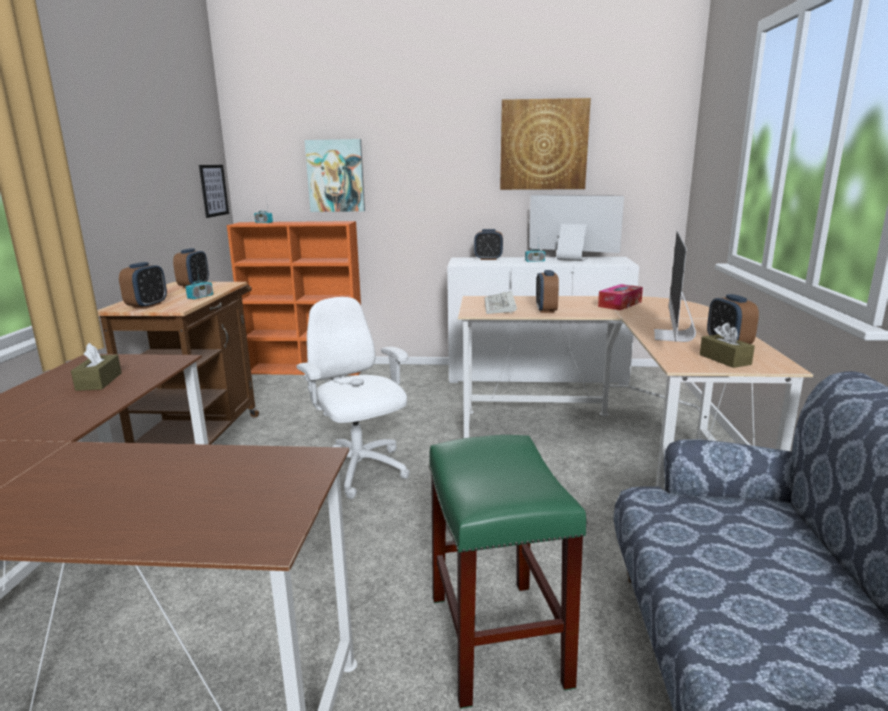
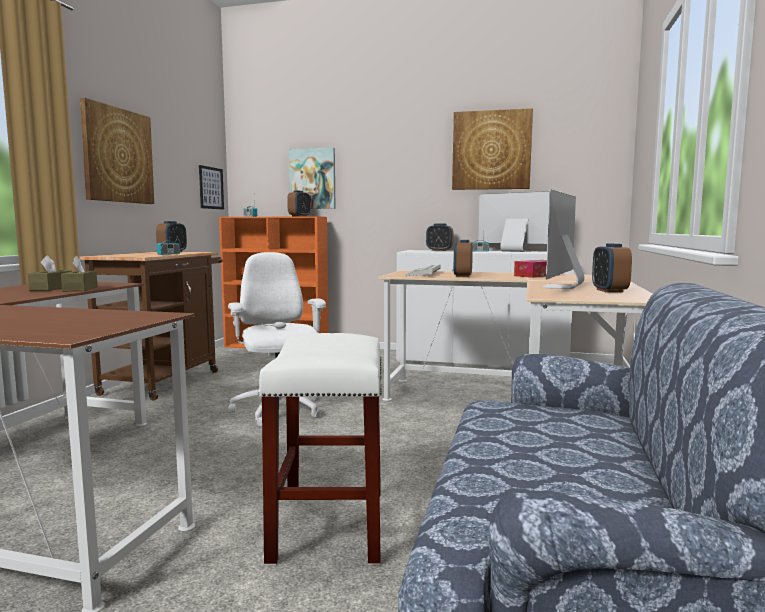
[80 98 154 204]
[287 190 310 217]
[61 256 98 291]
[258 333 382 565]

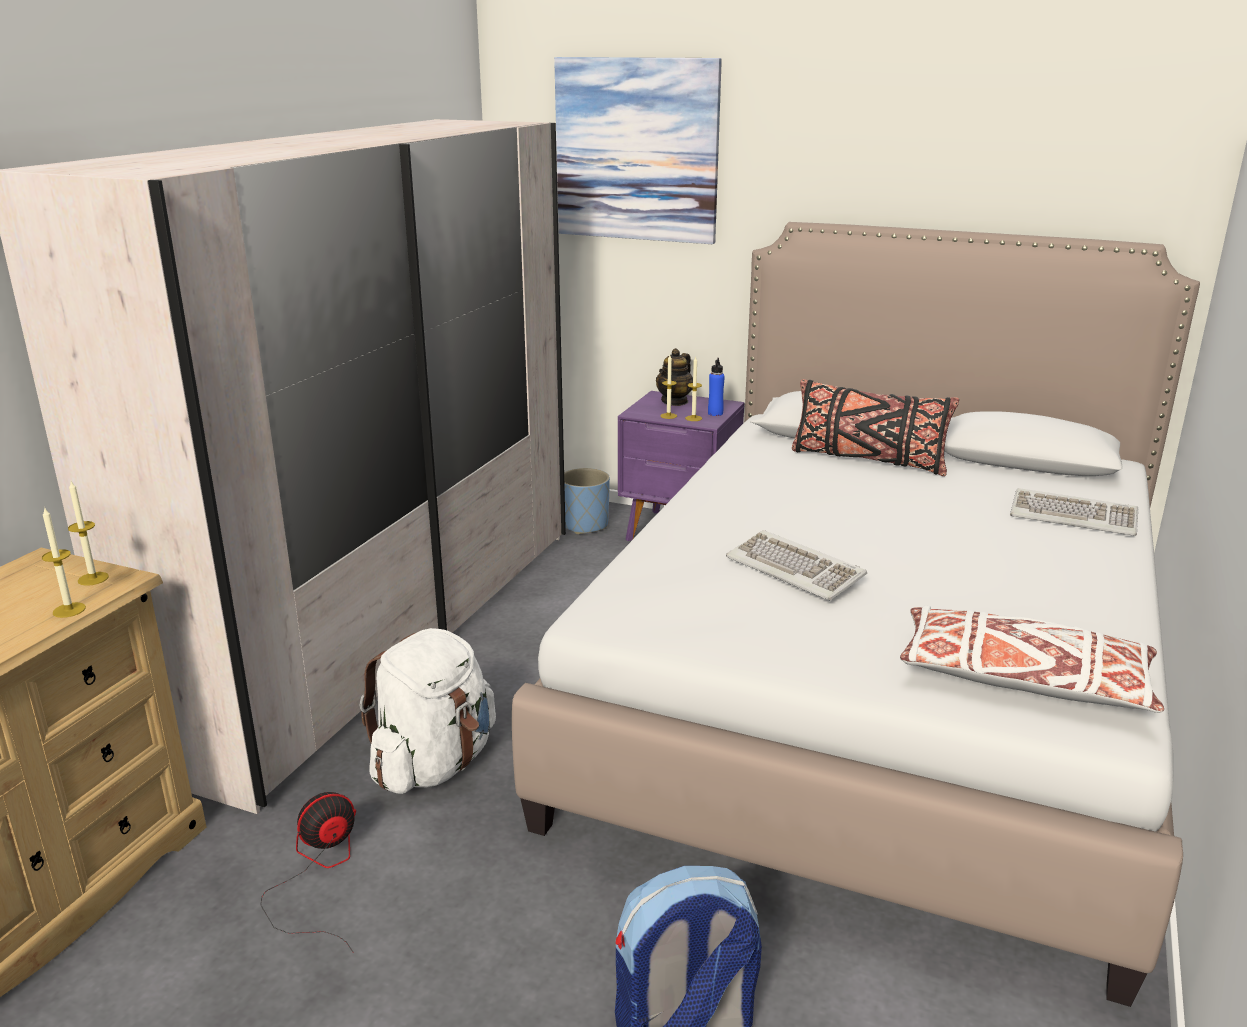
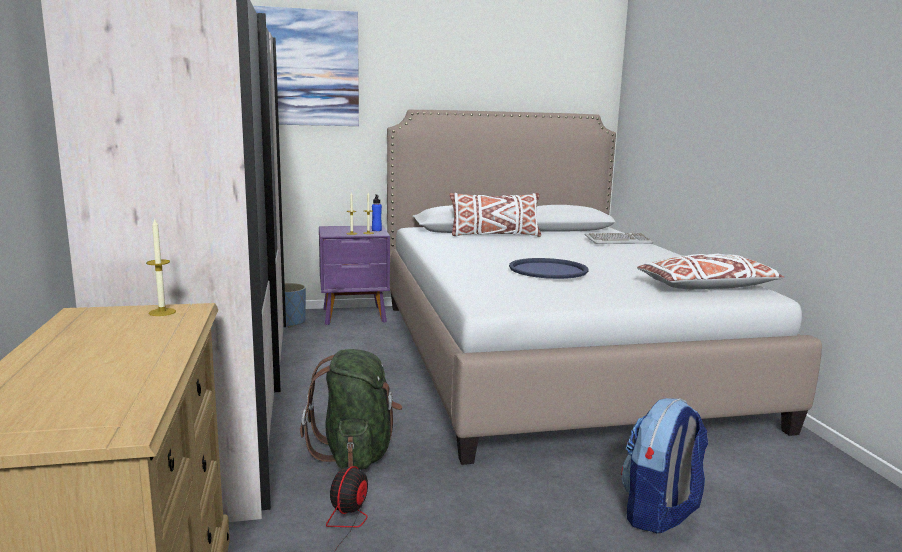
[42 508 86 618] (first image)
[656 348 693 406] (first image)
[509 258 588 279]
[300 349 403 470]
[449 193 541 237]

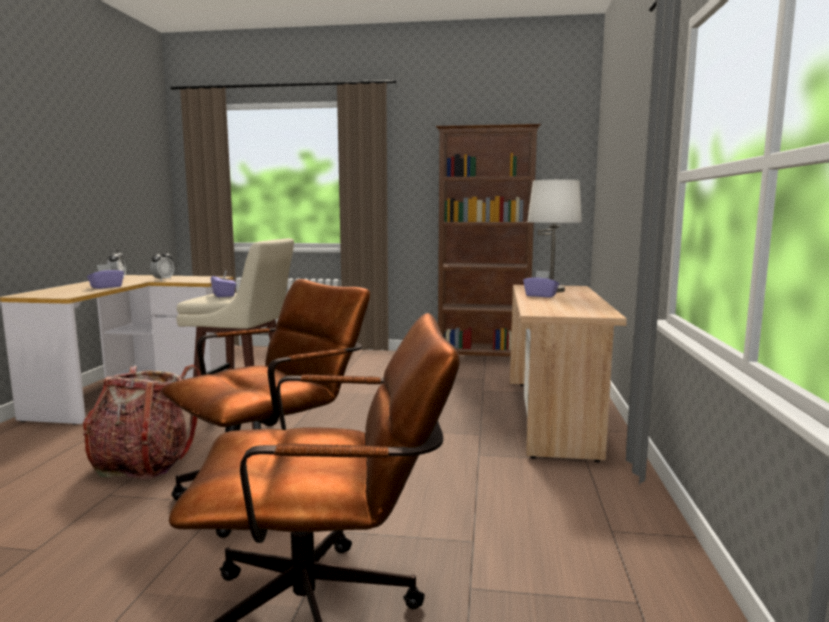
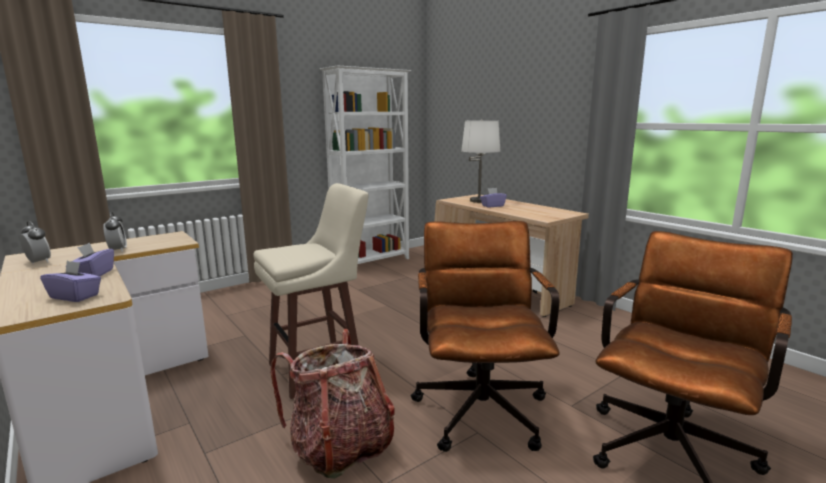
[40 261 101 302]
[320 65 411 264]

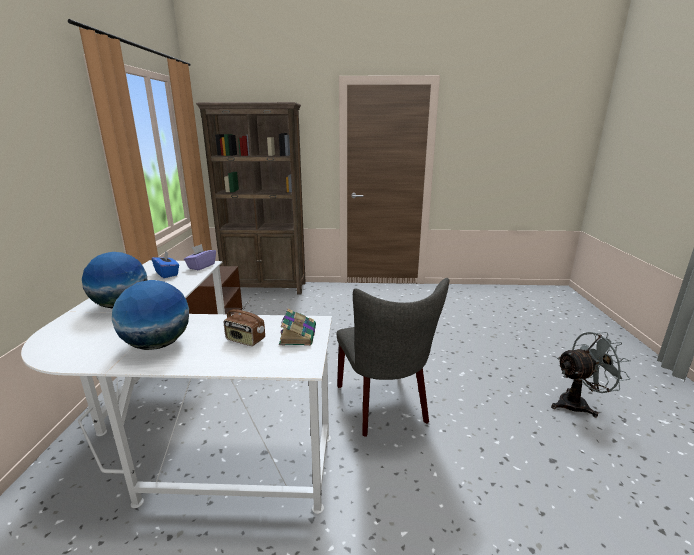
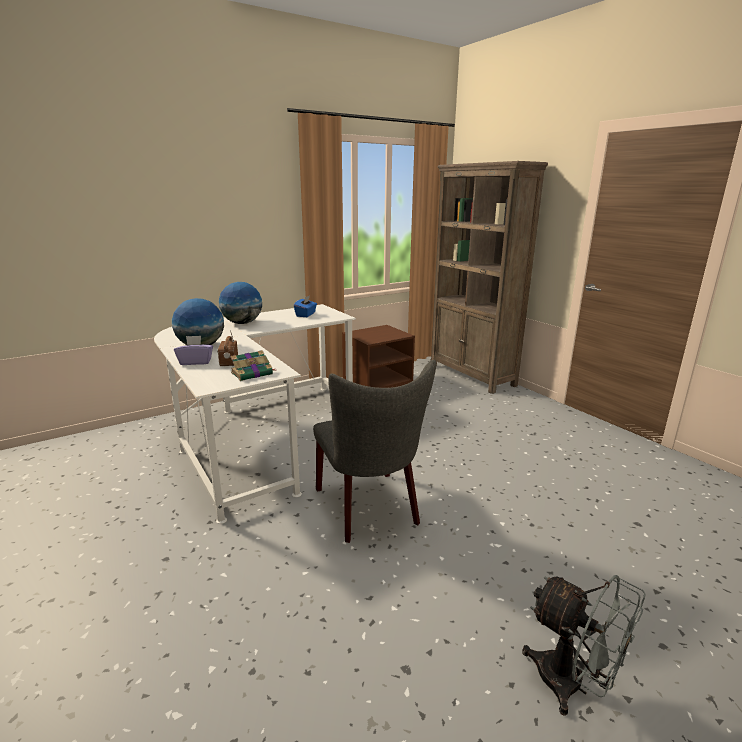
[174 336 213 365]
[313 360 436 543]

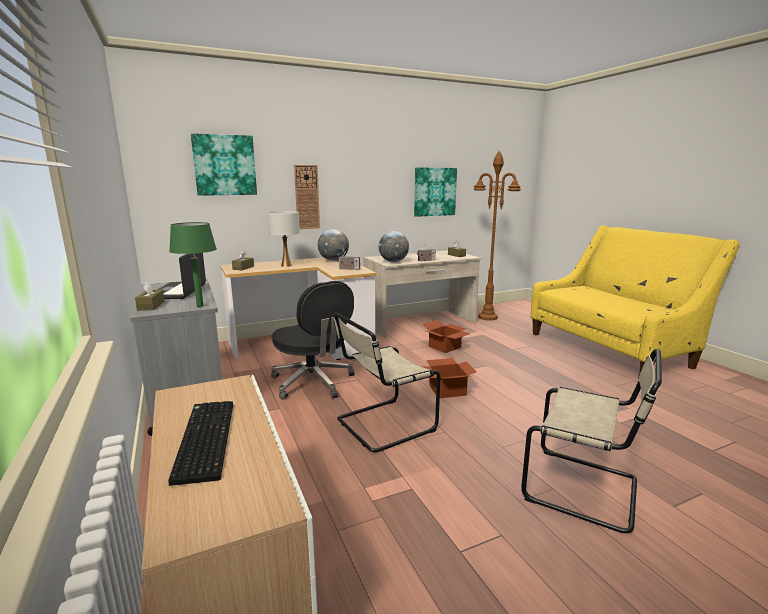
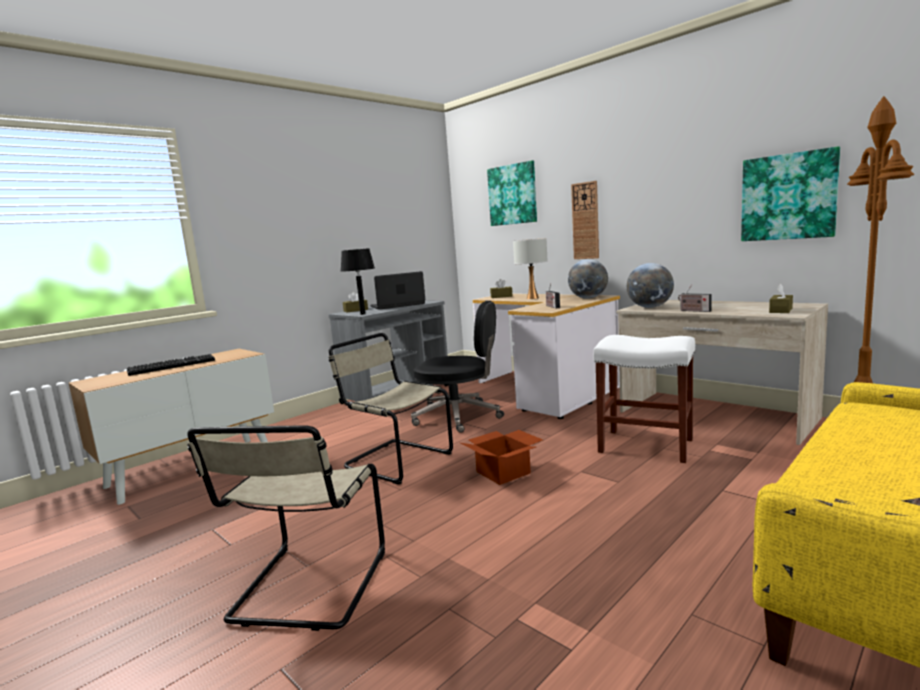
[593 335 695 463]
[341 248 375 315]
[411 301 504 433]

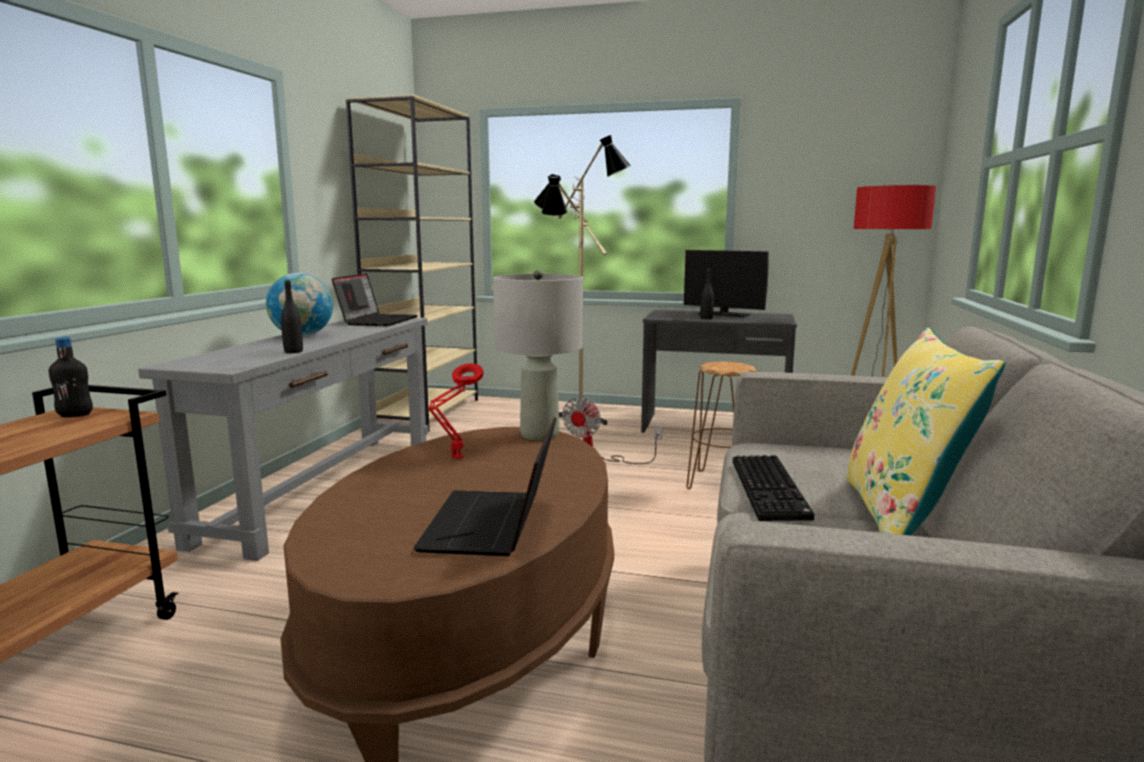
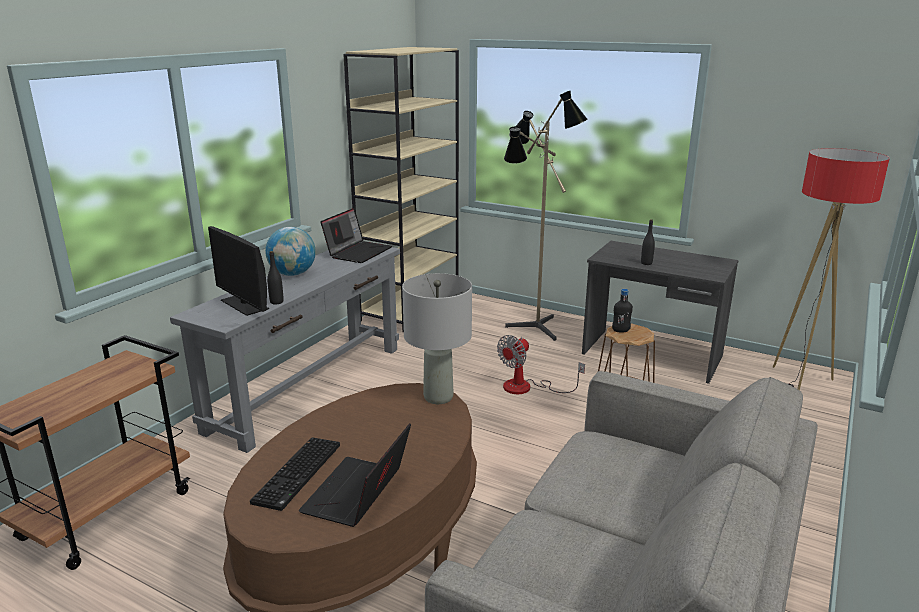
[427 363 483 459] (first image)
[846 328 1006 536] (first image)
[612 289 633 332]
[208 226 269 316]
[250 437 340 511]

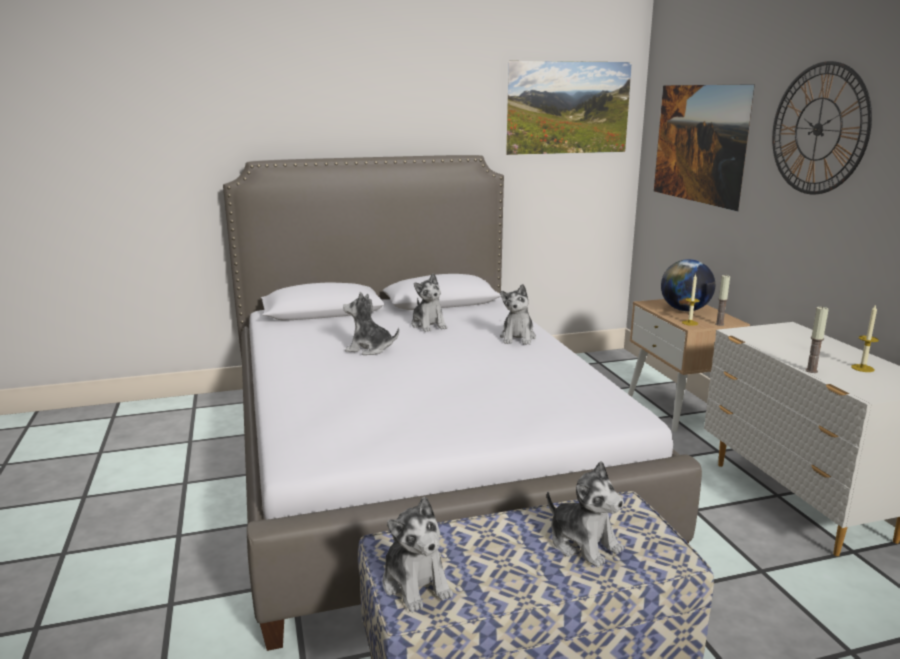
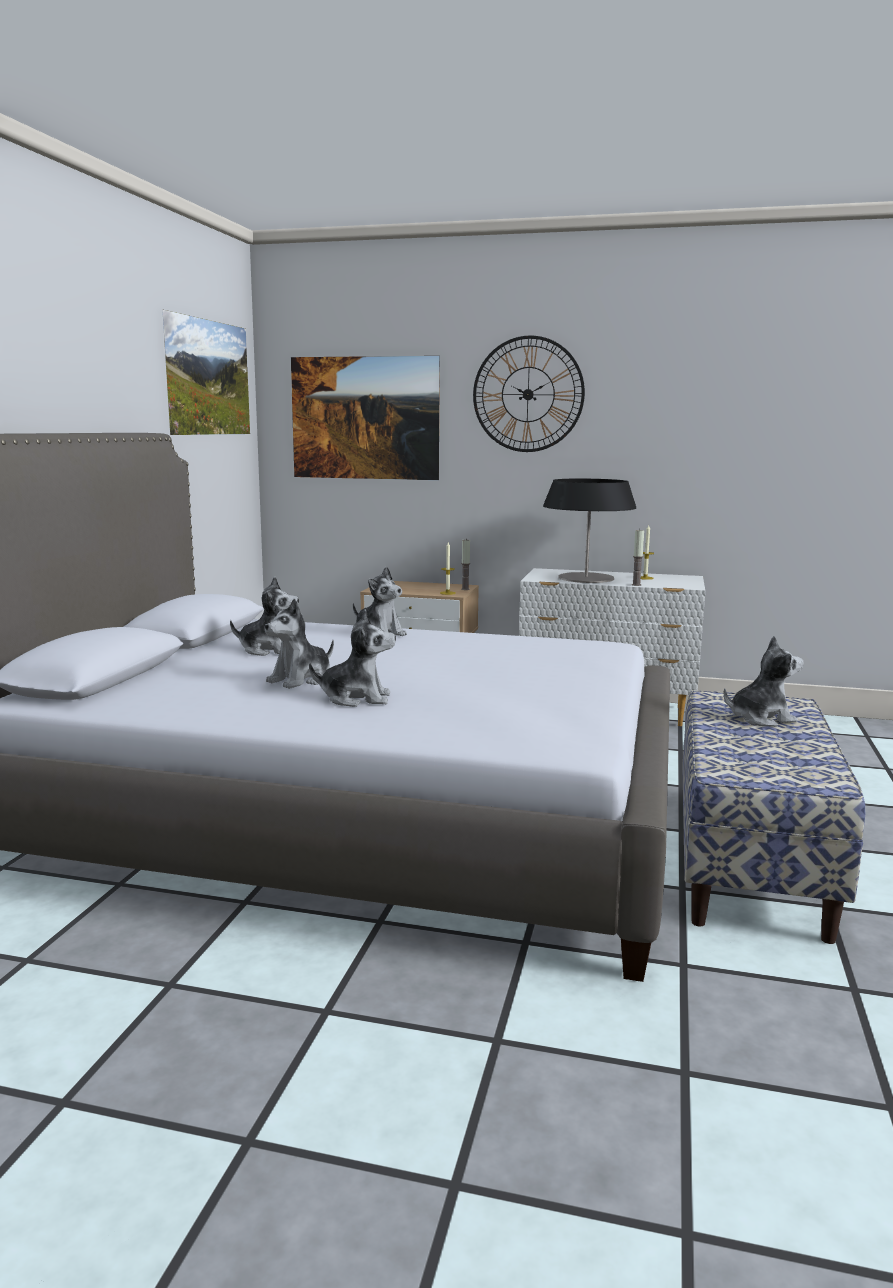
[661 259 715 311] (first image)
[543 479 636 583]
[309 609 396 707]

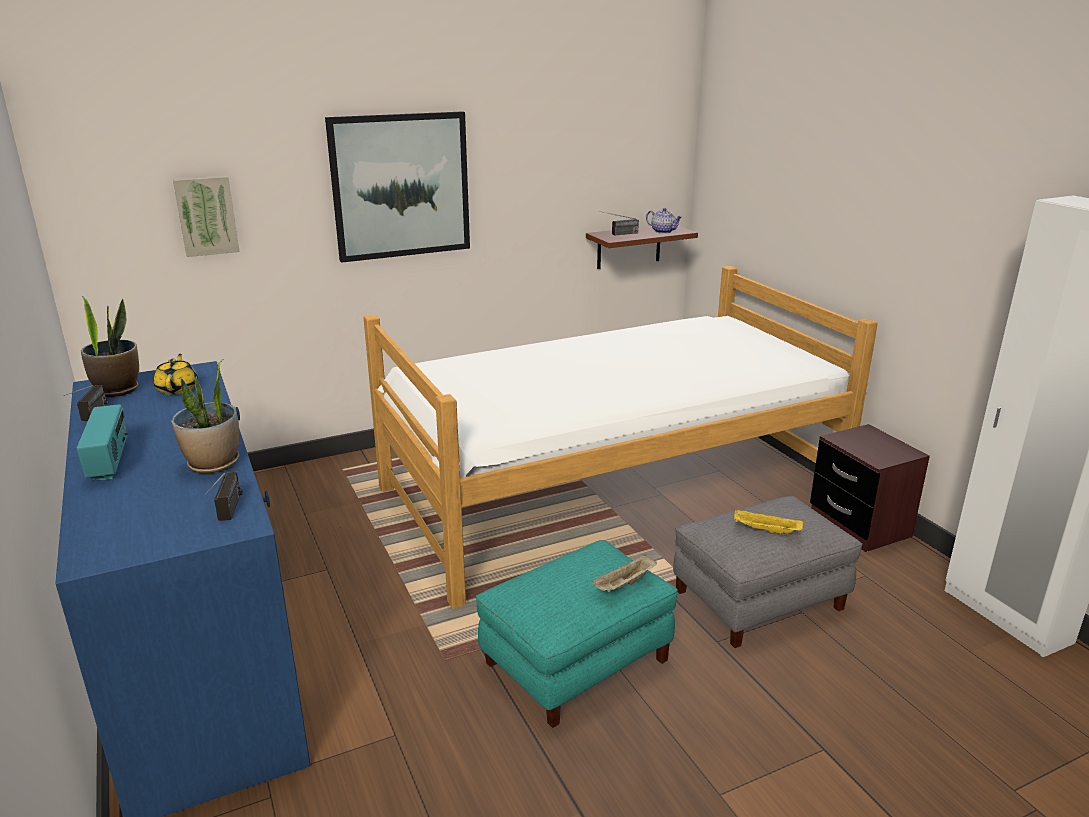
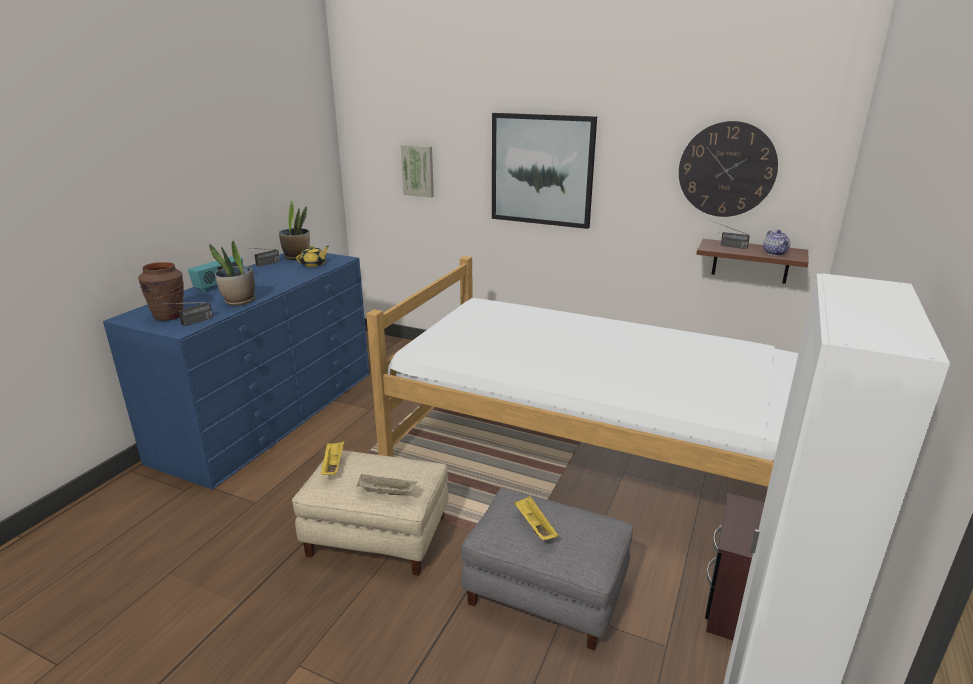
[138 262 184 321]
[321 441 344 475]
[679 121 778 217]
[292 450 449 576]

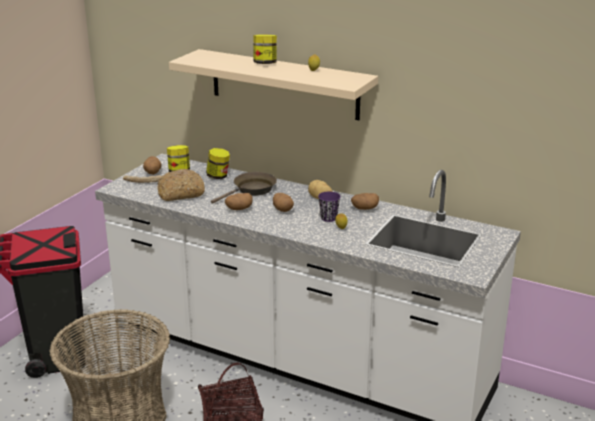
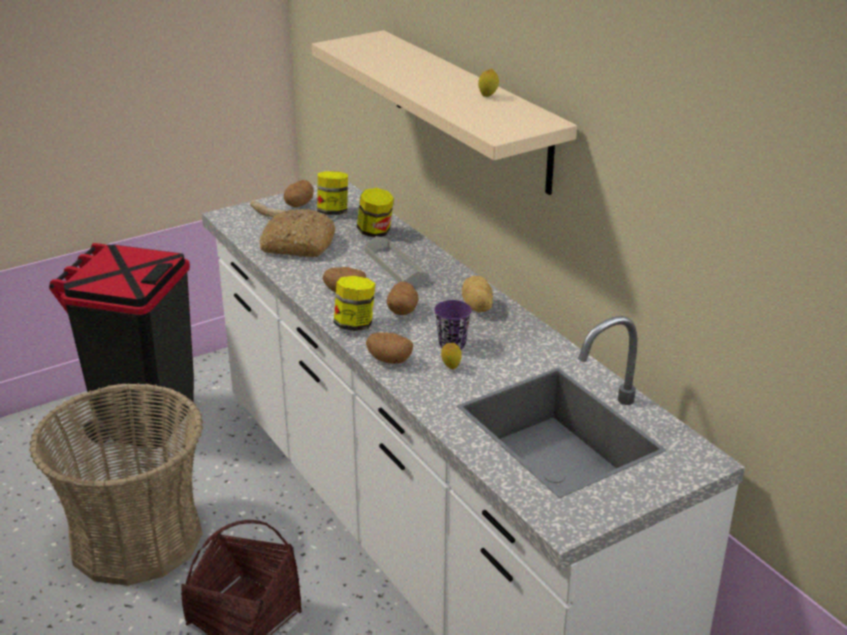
[334 276 375 331]
[366 332 413 364]
[365 236 429 286]

